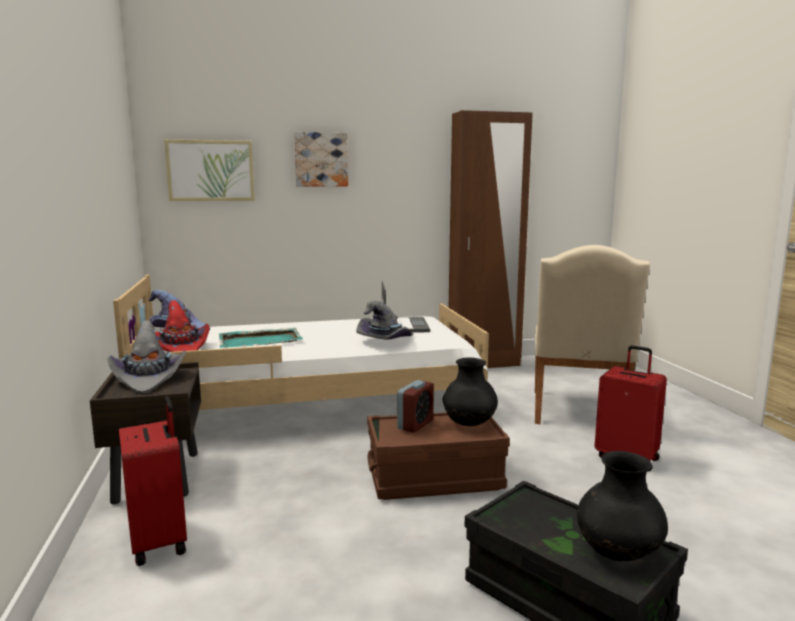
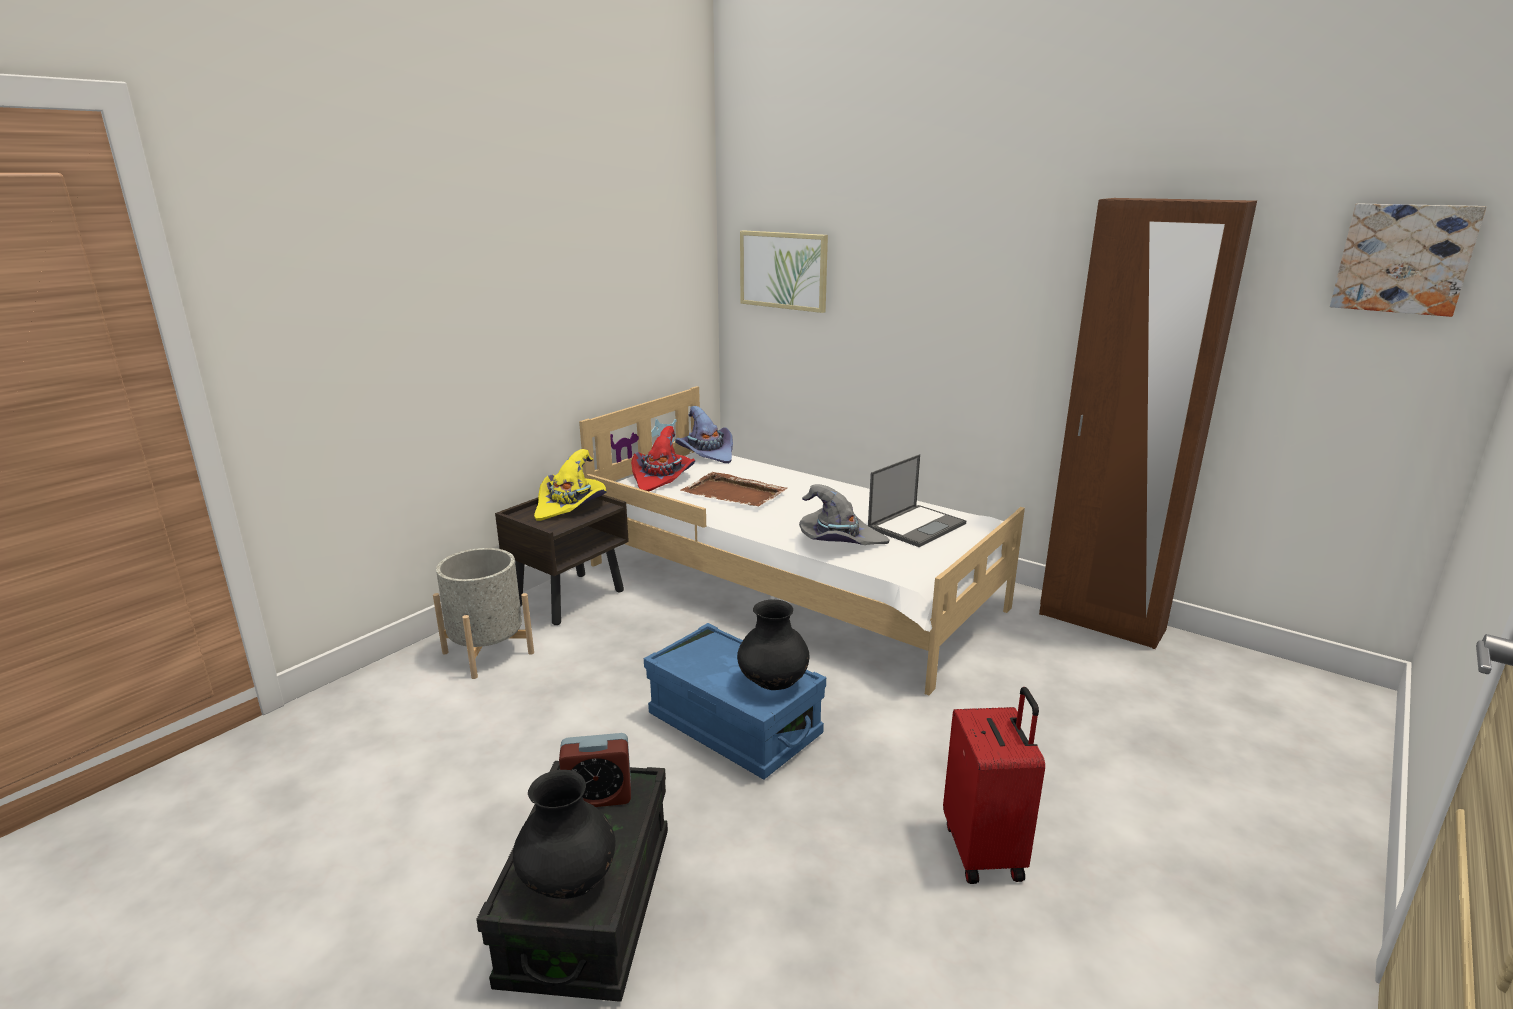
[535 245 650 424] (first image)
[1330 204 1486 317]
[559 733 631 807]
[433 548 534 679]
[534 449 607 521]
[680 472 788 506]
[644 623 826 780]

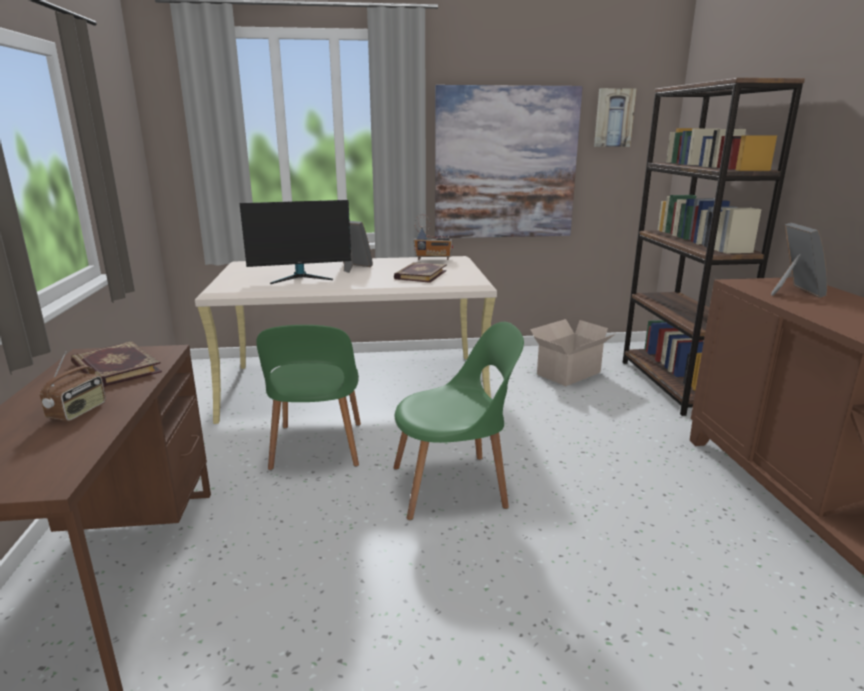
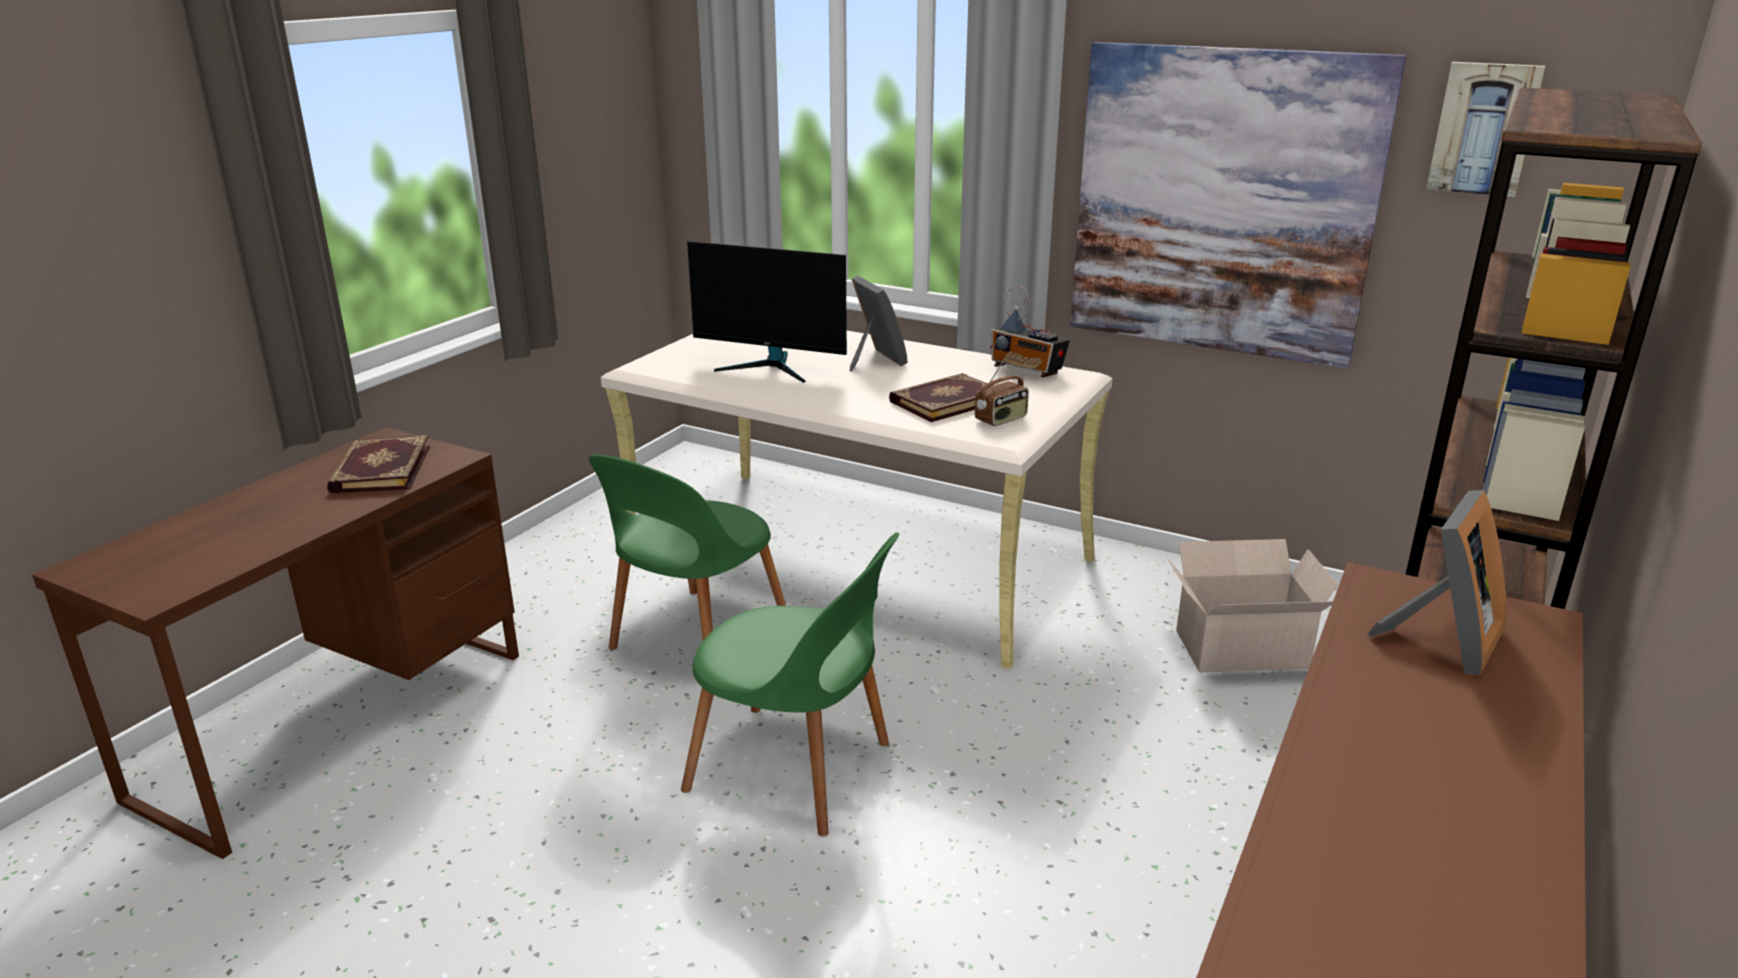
[975 358 1029 426]

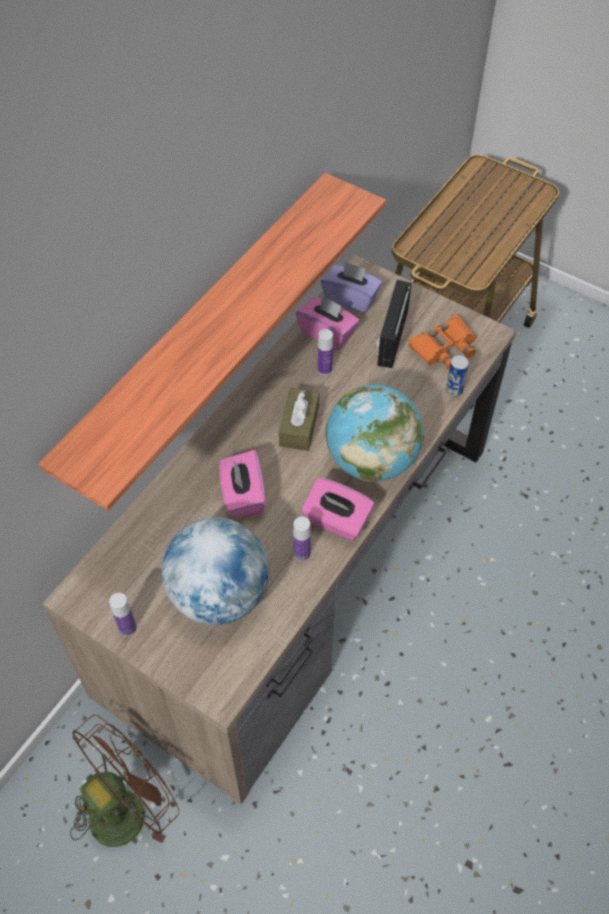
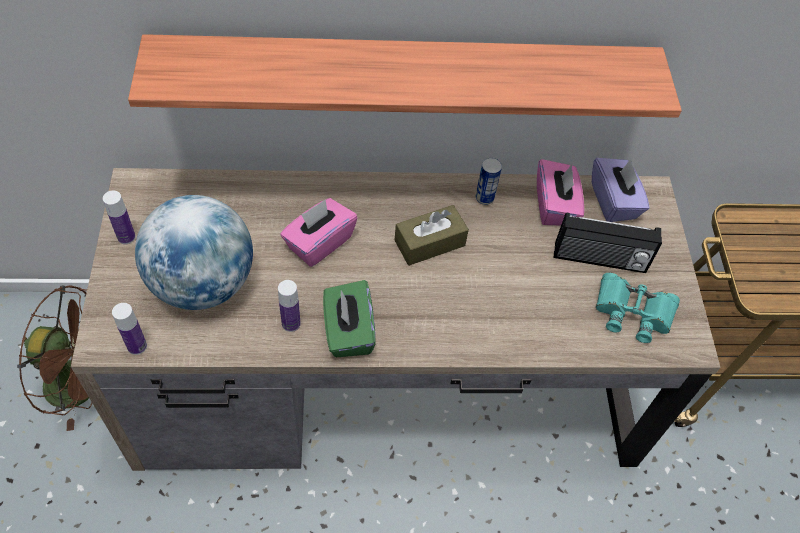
[326 384 424 482] (first image)
[112 303 147 355]
[475 158 502 205]
[323 280 376 357]
[596 273 680 343]
[554 213 662 273]

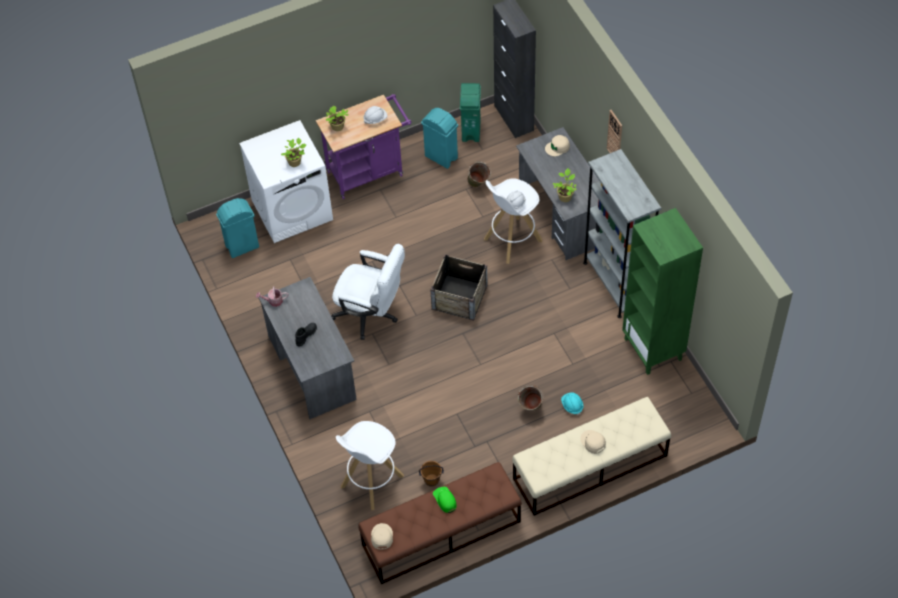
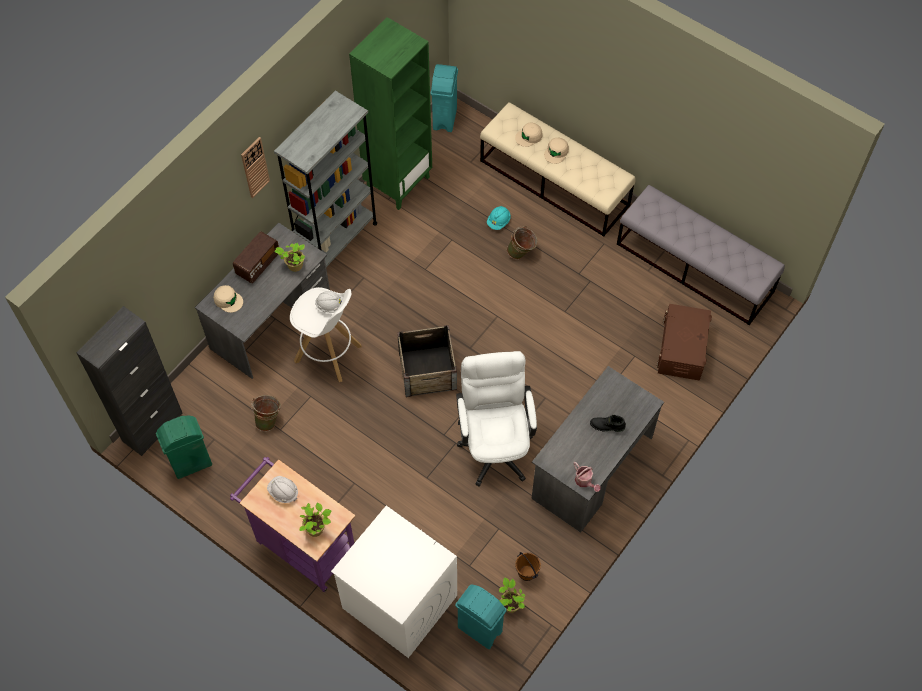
[433 487 457 513] (first image)
[233 231 279 283]
[499 577 526 613]
[515 123 542 147]
[515 552 541 581]
[431 64 458 132]
[657 304 712 381]
[617 185 785 325]

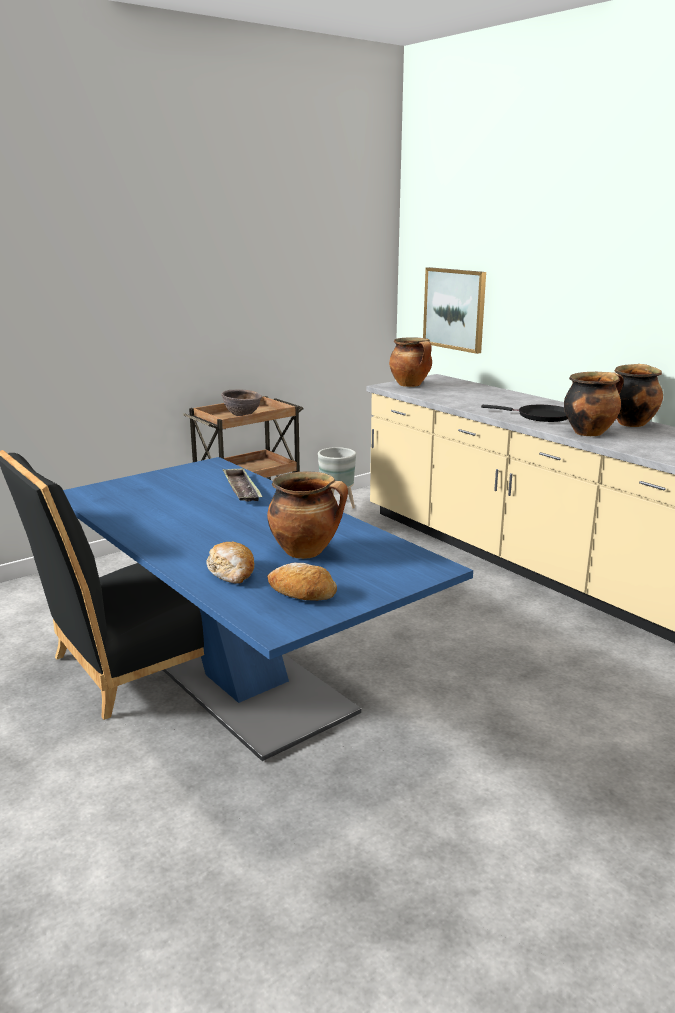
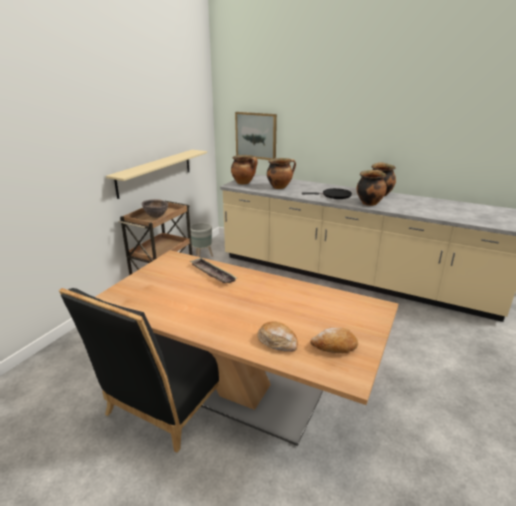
[106 150 207 199]
[267 158 296 189]
[95 250 398 446]

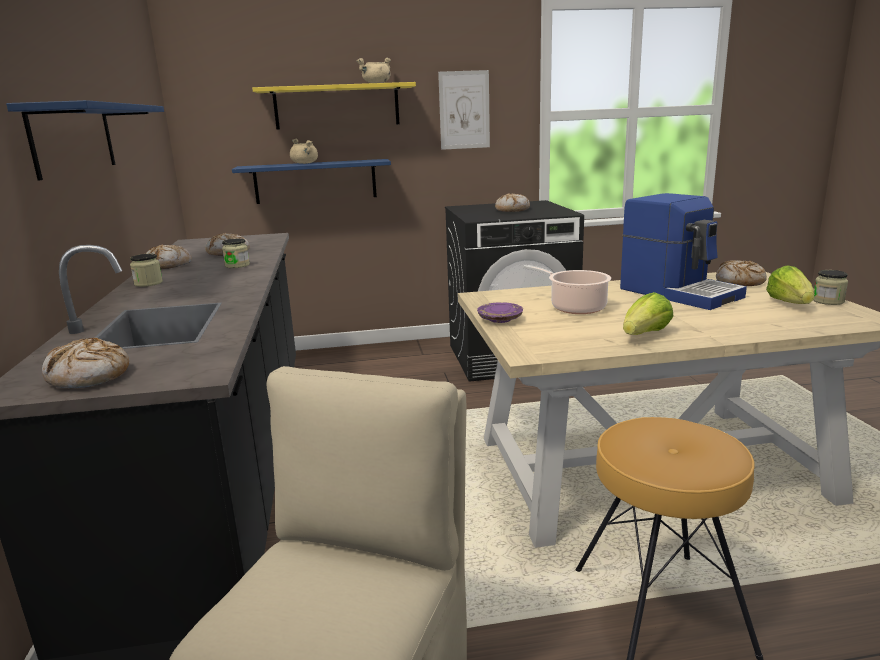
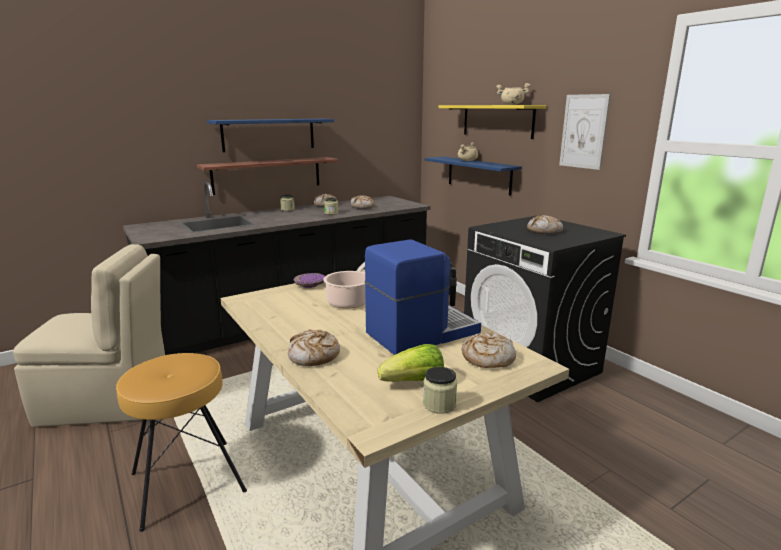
[623 292 673 335] (first image)
[197 157 338 195]
[288 329 340 366]
[364 239 481 355]

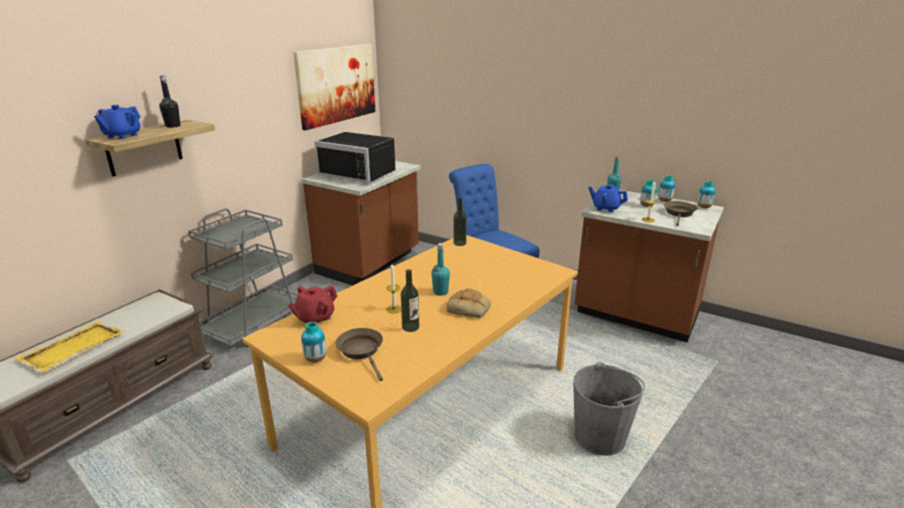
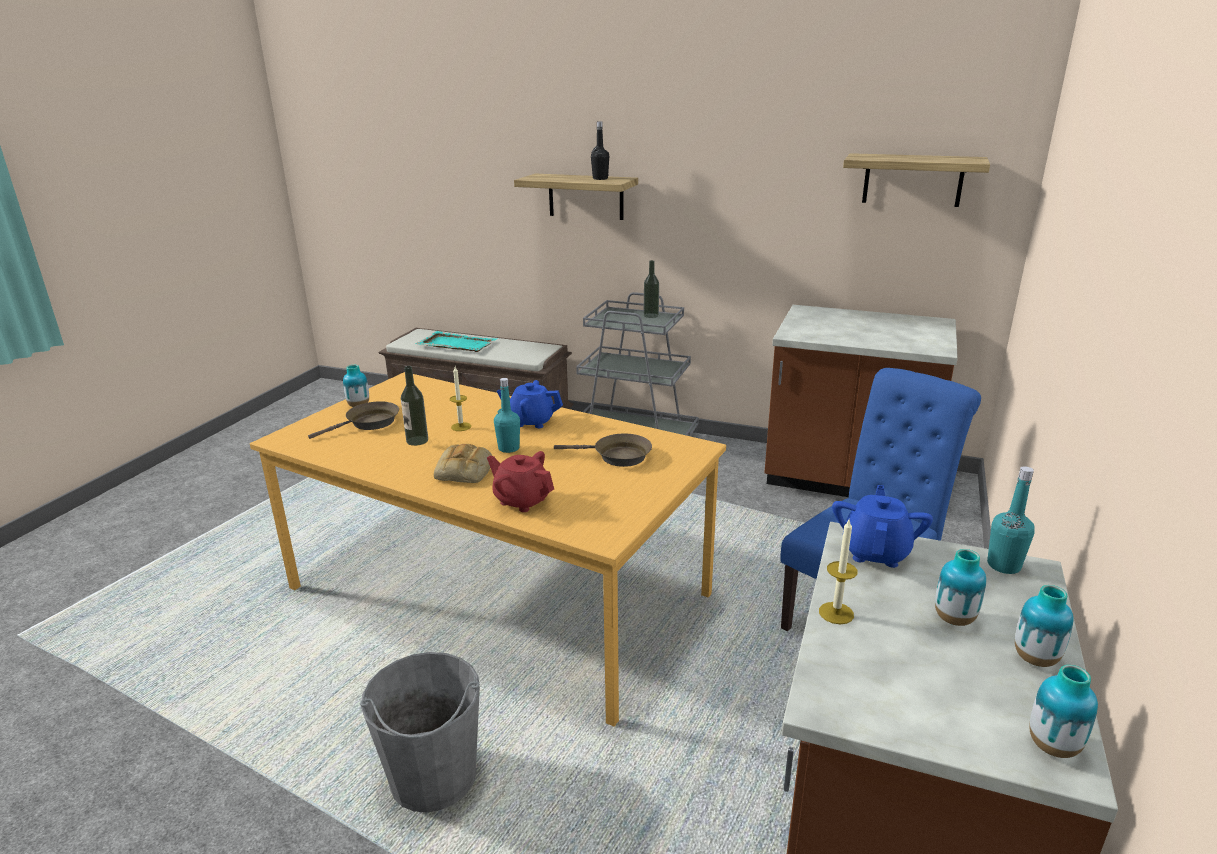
[315 132 395 183] (first image)
[497 380 563 428]
[487 451 554 512]
[644 260 659 318]
[554 434 652 467]
[843 153 990 207]
[415 331 497 352]

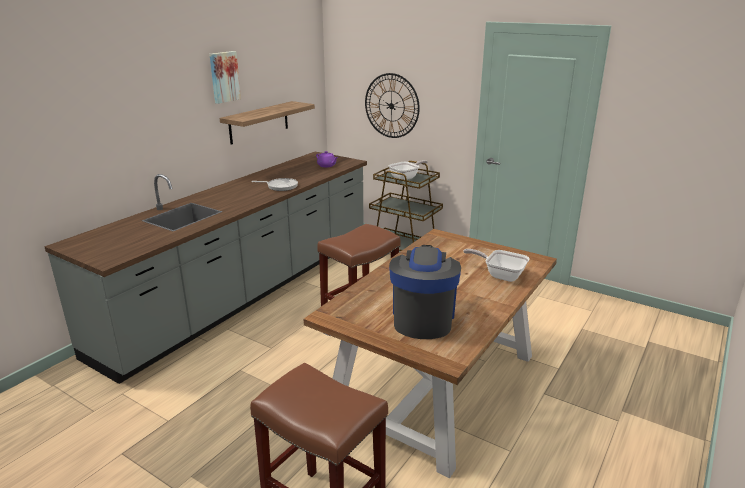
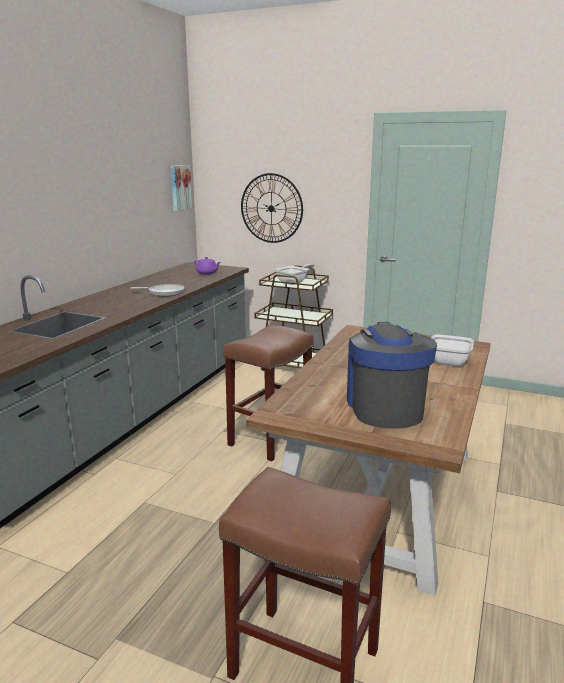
[220 101 315 144] (first image)
[171 165 192 211]

